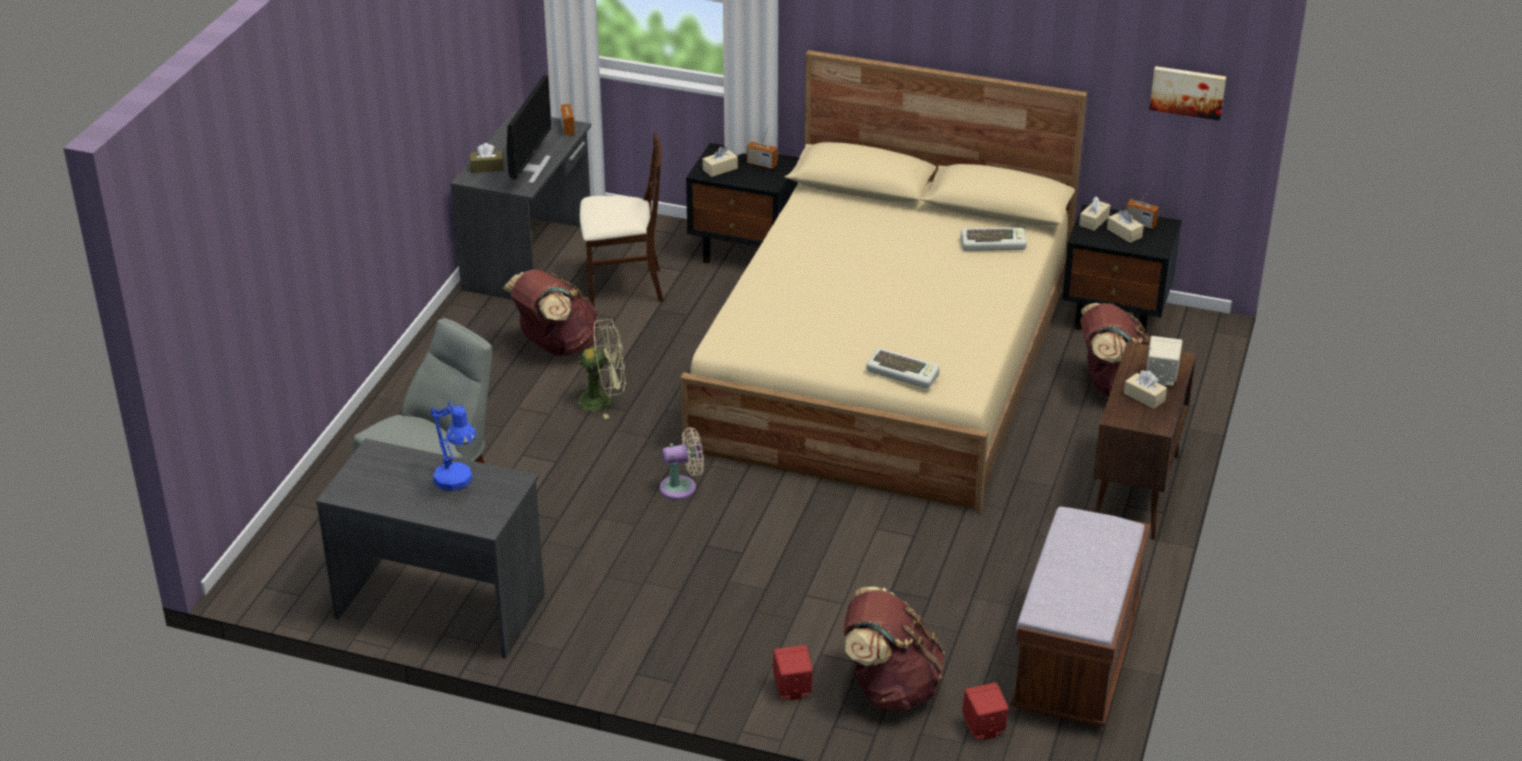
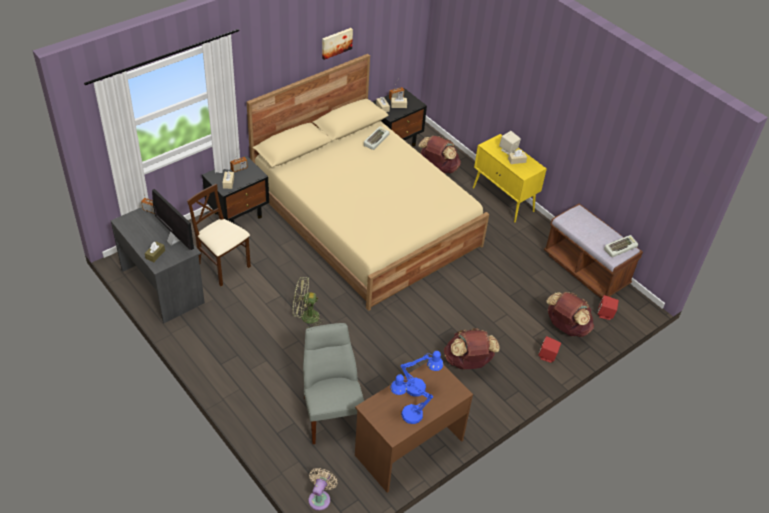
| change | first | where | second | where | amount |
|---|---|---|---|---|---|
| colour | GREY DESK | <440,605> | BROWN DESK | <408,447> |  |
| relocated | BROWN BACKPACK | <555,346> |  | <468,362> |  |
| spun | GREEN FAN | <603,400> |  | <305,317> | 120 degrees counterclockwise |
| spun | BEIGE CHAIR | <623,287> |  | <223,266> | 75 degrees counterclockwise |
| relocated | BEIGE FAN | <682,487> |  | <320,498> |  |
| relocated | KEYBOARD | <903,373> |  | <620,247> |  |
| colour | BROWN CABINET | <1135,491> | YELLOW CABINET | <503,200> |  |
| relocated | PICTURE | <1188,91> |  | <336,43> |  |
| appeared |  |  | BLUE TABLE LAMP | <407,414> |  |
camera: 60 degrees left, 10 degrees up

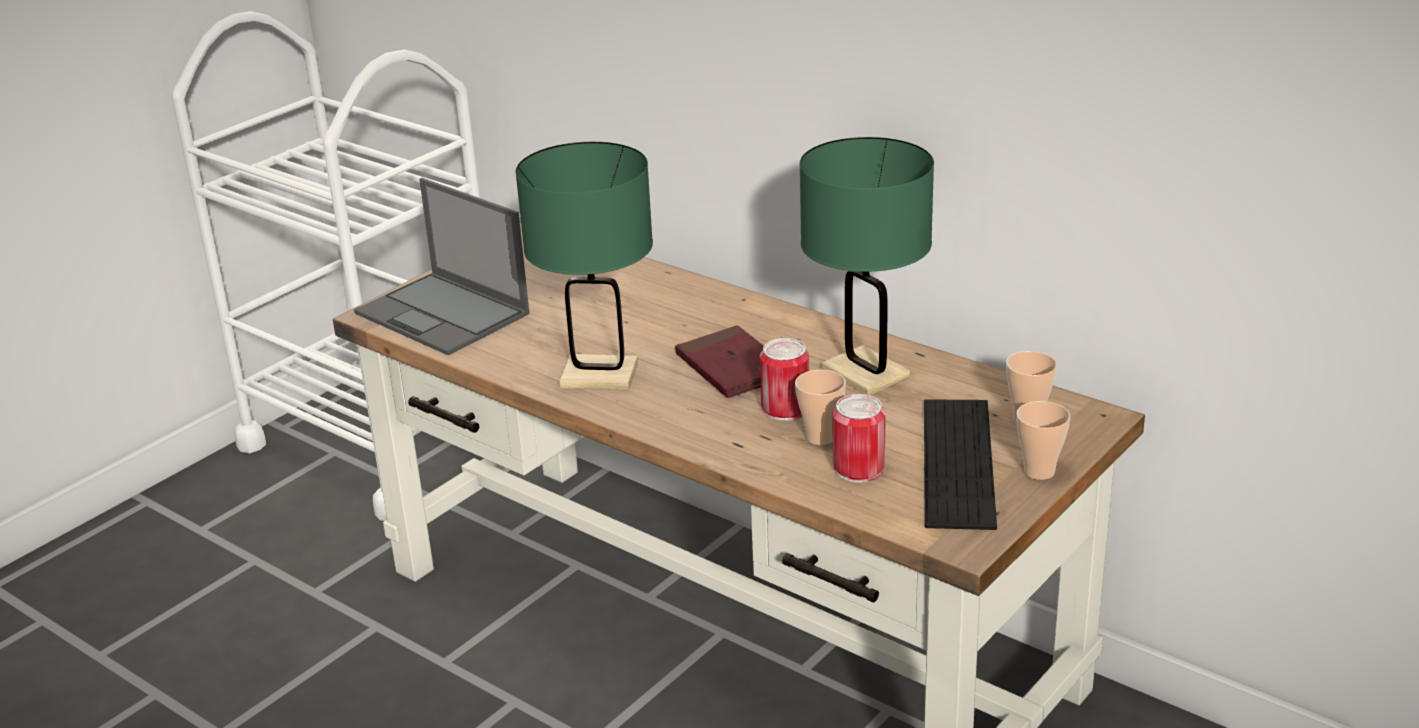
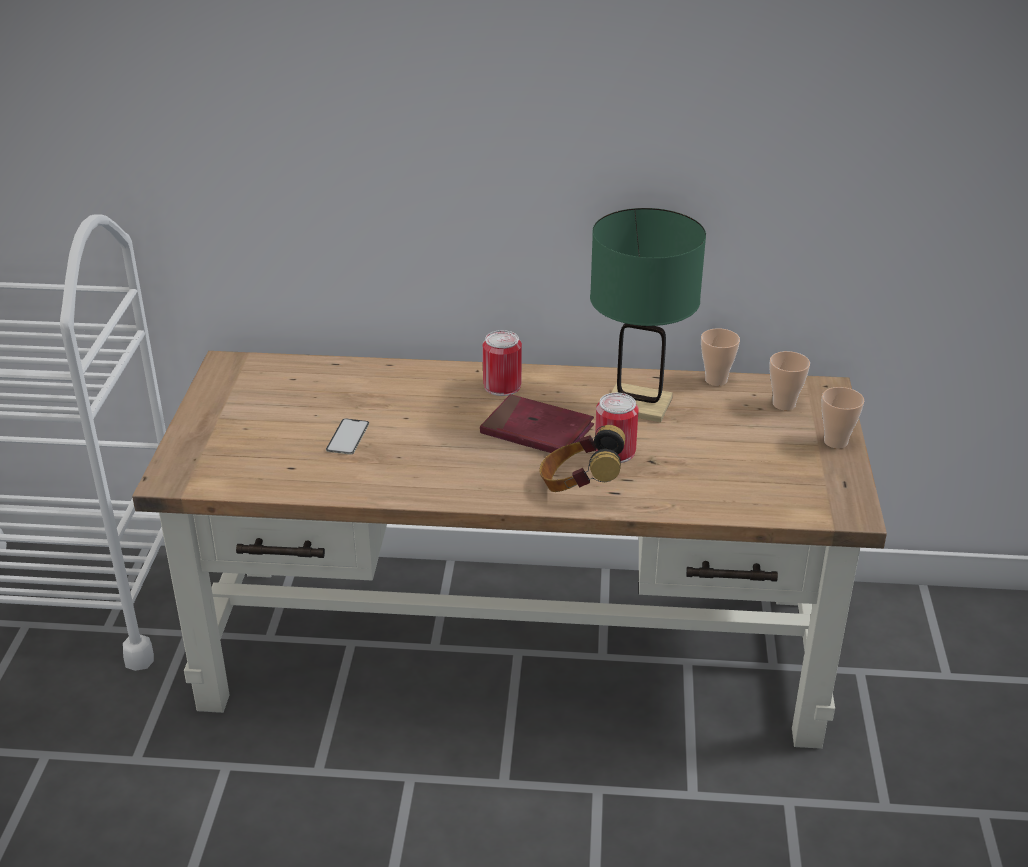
| change | first | where | second | where | amount |
|---|---|---|---|---|---|
| missing | LAPTOP | <444,314> |  |  |  |
| missing | GREEN TABLE LAMP | <599,375> |  |  |  |
| relocated | CUP | <820,437> |  | <716,380> |  |
| relocated | CAN | <858,468> |  | <502,386> |  |
| missing | KEYBOARD | <958,462> |  |  |  |
| appeared |  |  | PHONE | <348,437> |  |
| appeared |  |  | HEADPHONES | <580,486> |  |
camera: 35 degrees left, 5 degrees up

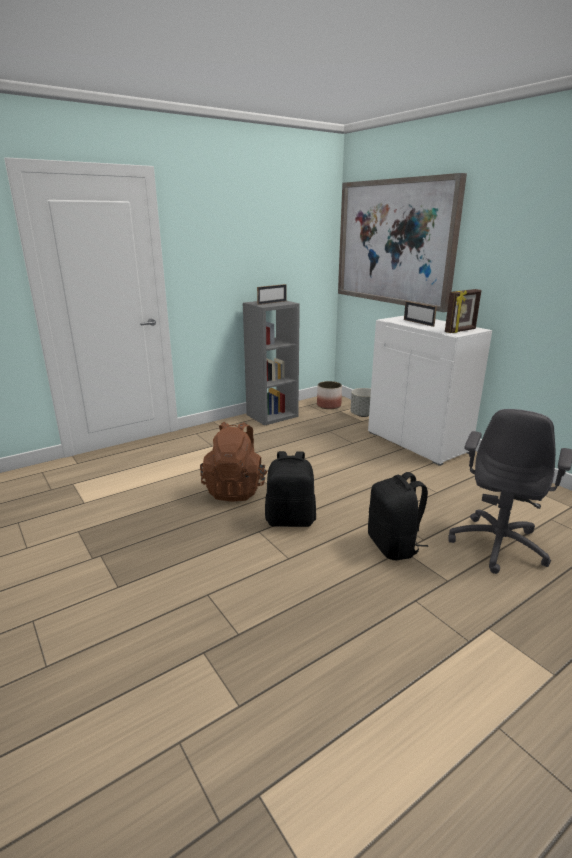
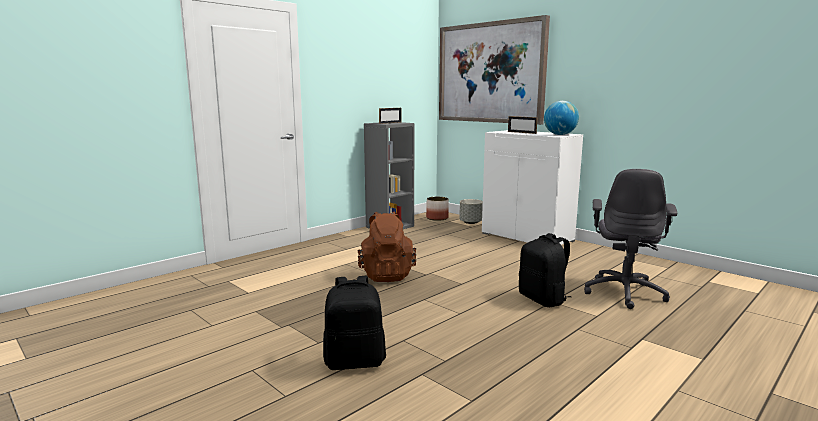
| change | first | where | second | where | amount |
|---|---|---|---|---|---|
| relocated | BLACK BACKPACK | <290,520> |  | <355,361> |  |
| exchanged | PICTURE FRAME | <460,331> | GLOBE | <560,135> |  |
camera: 10 degrees left, 10 degrees down

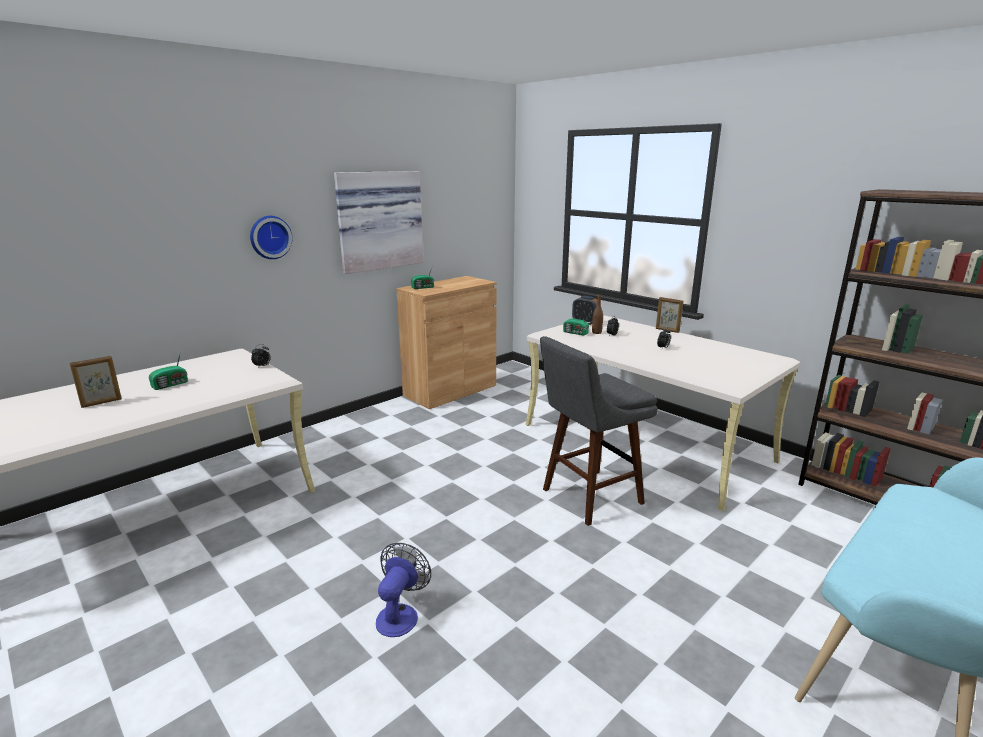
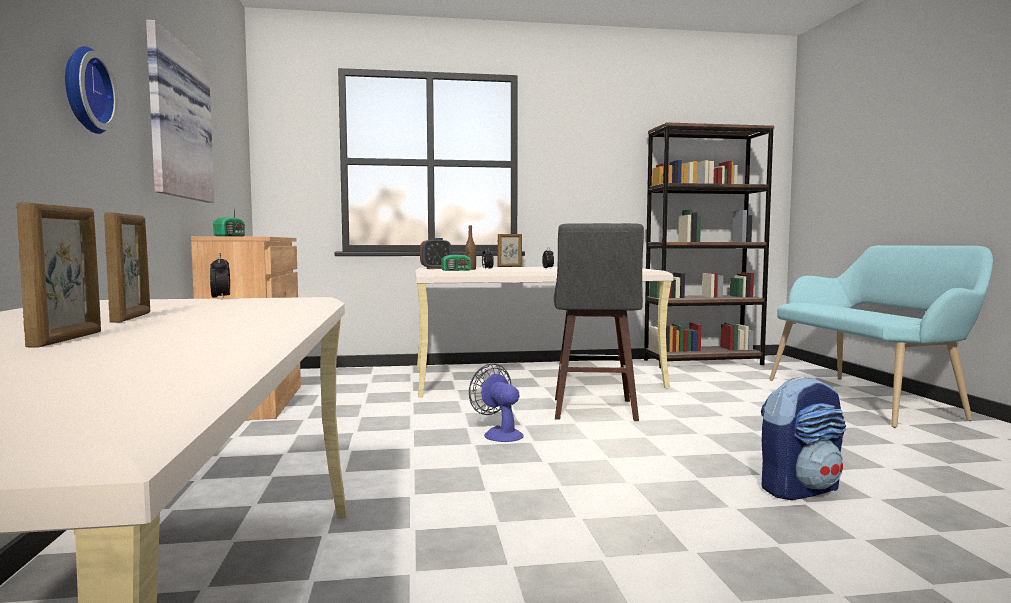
| change | first | where | second | where | amount |
|---|---|---|---|---|---|
| exchanged | RADIO | <171,384> | PICTURE FRAME | <132,317> |  |
| relocated | FAN | <400,614> |  | <499,434> |  |
| appeared |  |  | BACKPACK | <799,489> |  |
camera: 55 degrees left, 15 degrees down

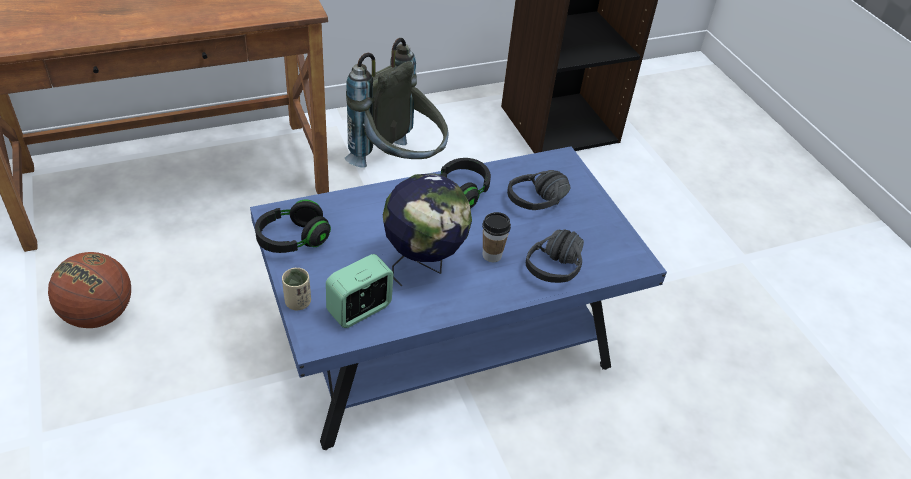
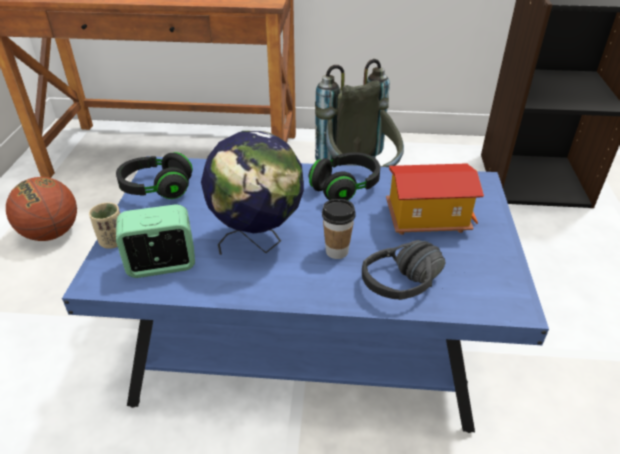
| change | first | where | second | where | amount |
|---|---|---|---|---|---|
| exchanged | BLACK HEADPHONES | <542,206> | TOY HOUSE | <427,219> |  |
camera: 30 degrees right, 5 degrees down

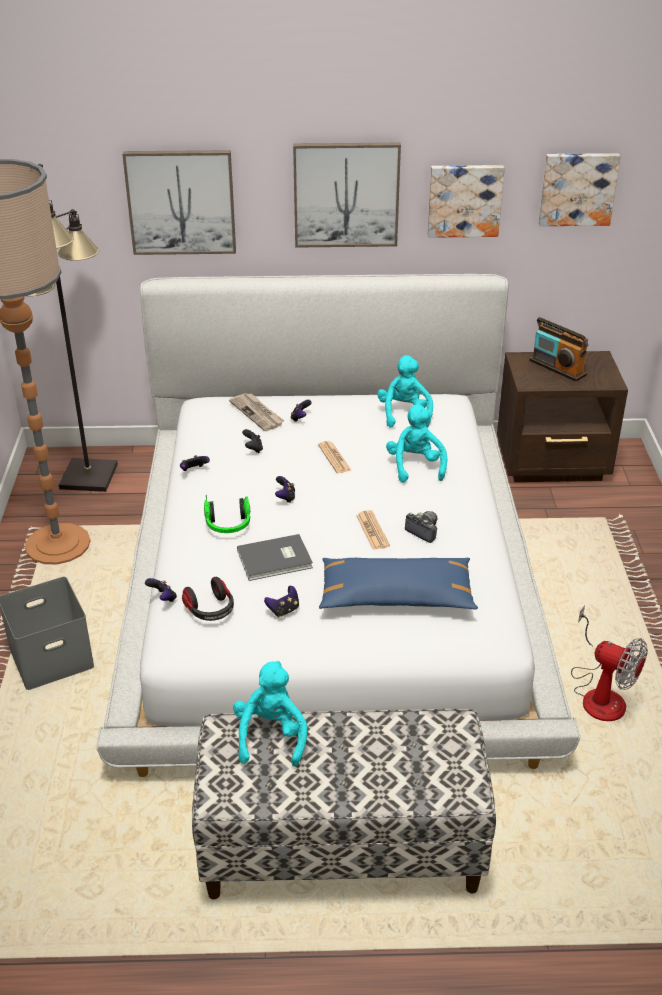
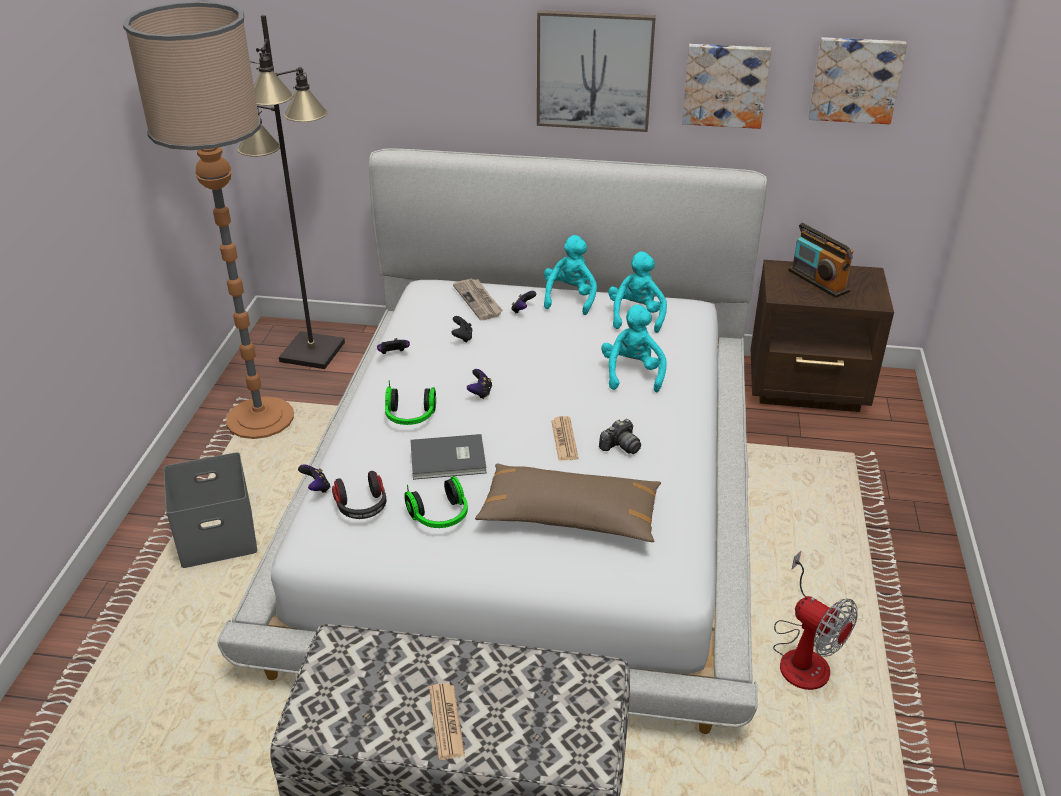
| change | first | where | second | where | amount |
|---|---|---|---|---|---|
| missing | PICTURE | <181,202> |  |  |  |
| relocated | TURQUOISE PLUSH TOY | <271,736> |  | <570,298> |  |
| exchanged | GAME CONTROLLER | <284,610> | HEADPHONES | <440,517> |  |
| relocated | NEWSPAPER | <334,458> |  | <446,721> |  |
| colour | BLUE PILLOW | <396,596> | BROWN PILLOW | <569,515> |  |
| spun | PHOTO CAMERA | <423,531> |  | <620,446> | 90 degrees clockwise |
camera: 10 degrees right, 0 degrees up

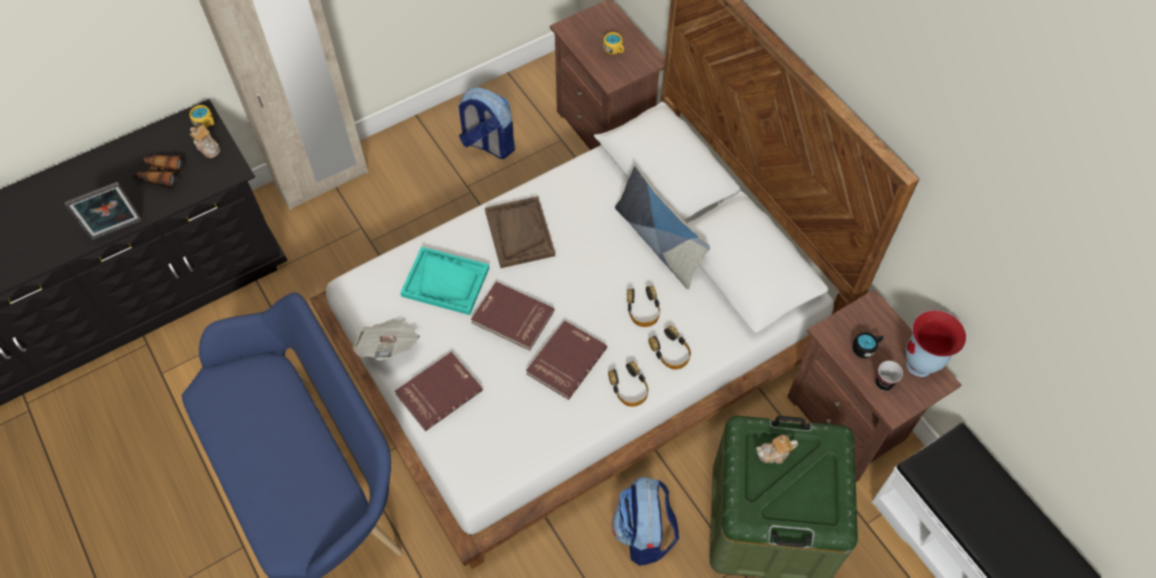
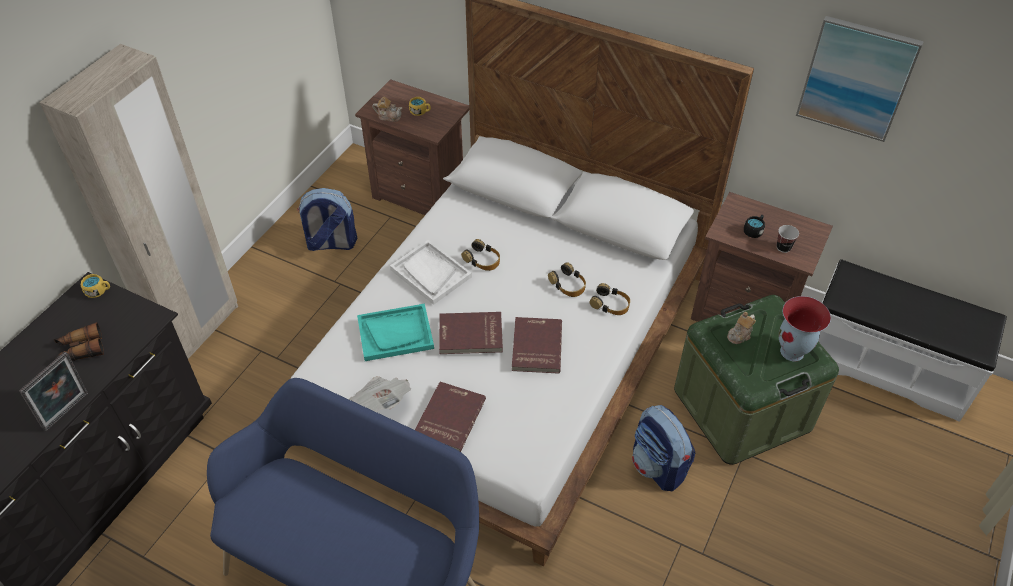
| change | first | where | second | where | amount |
|---|---|---|---|---|---|
| relocated | TEAPOT | <208,147> |  | <389,116> |  |
| colour | BROWN TRAY | <519,233> | WHITE TRAY | <430,273> |  |
| relocated | HEADPHONES | <629,388> |  | <482,260> |  |
| missing | PILLOW | <658,242> |  |  |  |
| relocated | VASE | <920,365> |  | <793,352> |  |
| appeared |  |  | PICTURE | <856,78> |  |
camera: 30 degrees left, 10 degrees down

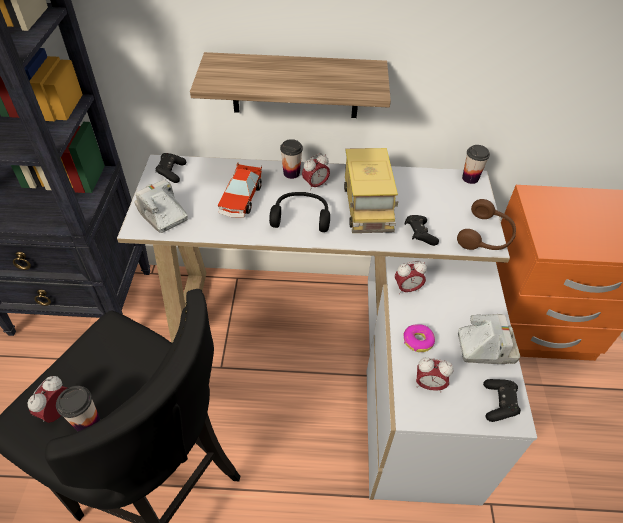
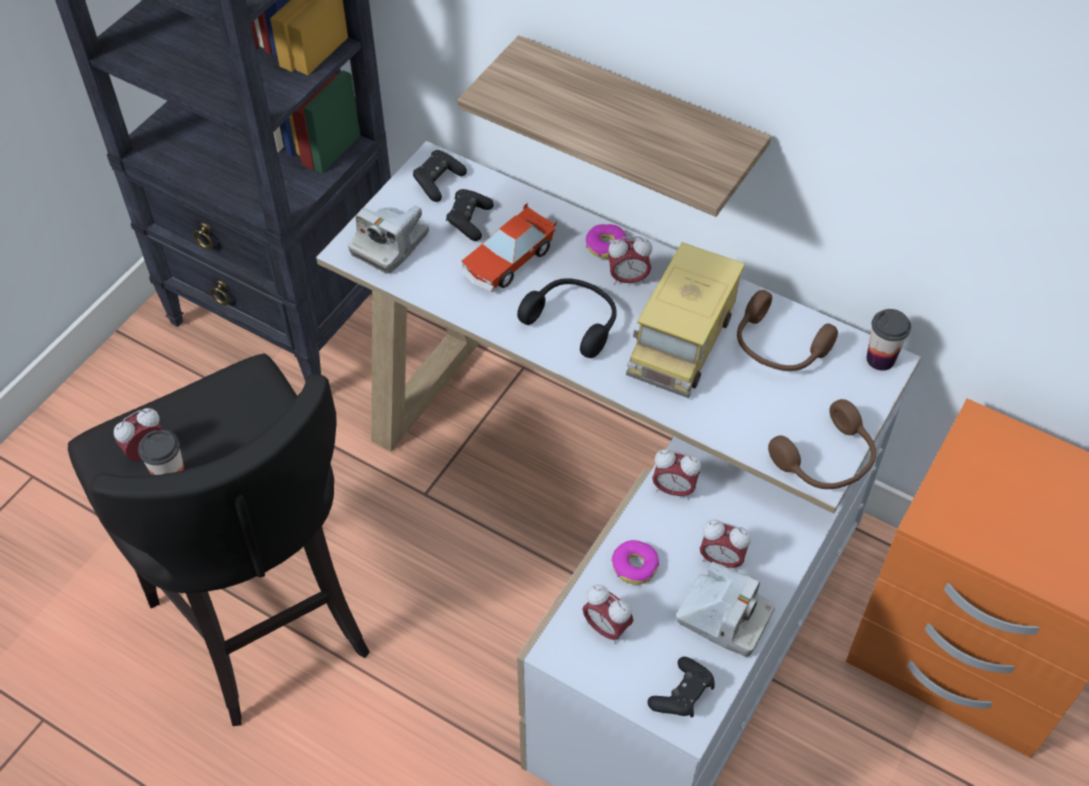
| change | first | where | second | where | amount |
|---|---|---|---|---|---|
| spun | PHOTO CAMERA | <162,214> |  | <390,244> | 135 degrees counterclockwise |
| exchanged | CUP | <291,173> | DONUT | <606,246> |  |
| relocated | BLACK GAME CONTROLLER | <419,235> |  | <469,221> |  |
| appeared |  |  | ALARM CLOCK | <721,560> |  |
| appeared |  |  | BROWN HEADPHONES | <777,347> |  |
camera: 30 degrees right, 5 degrees up

